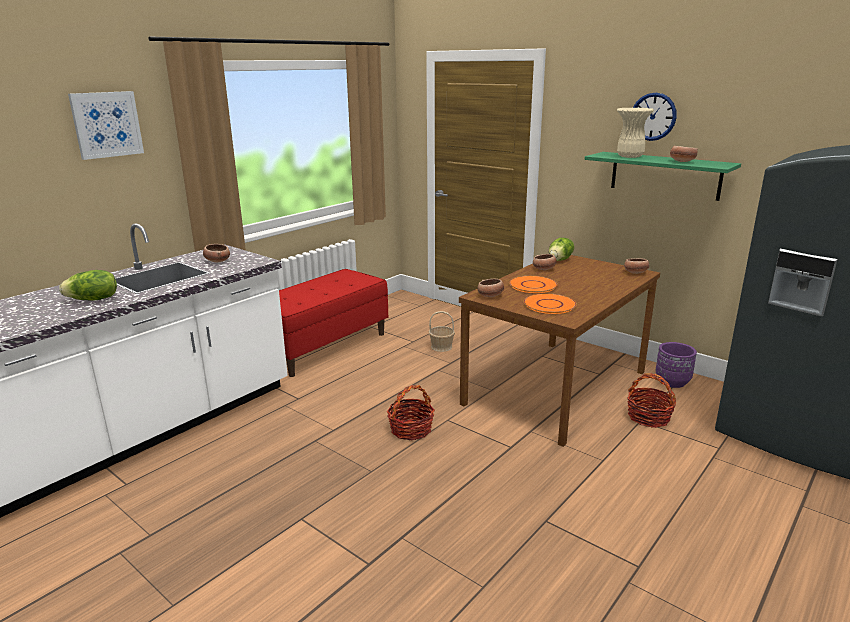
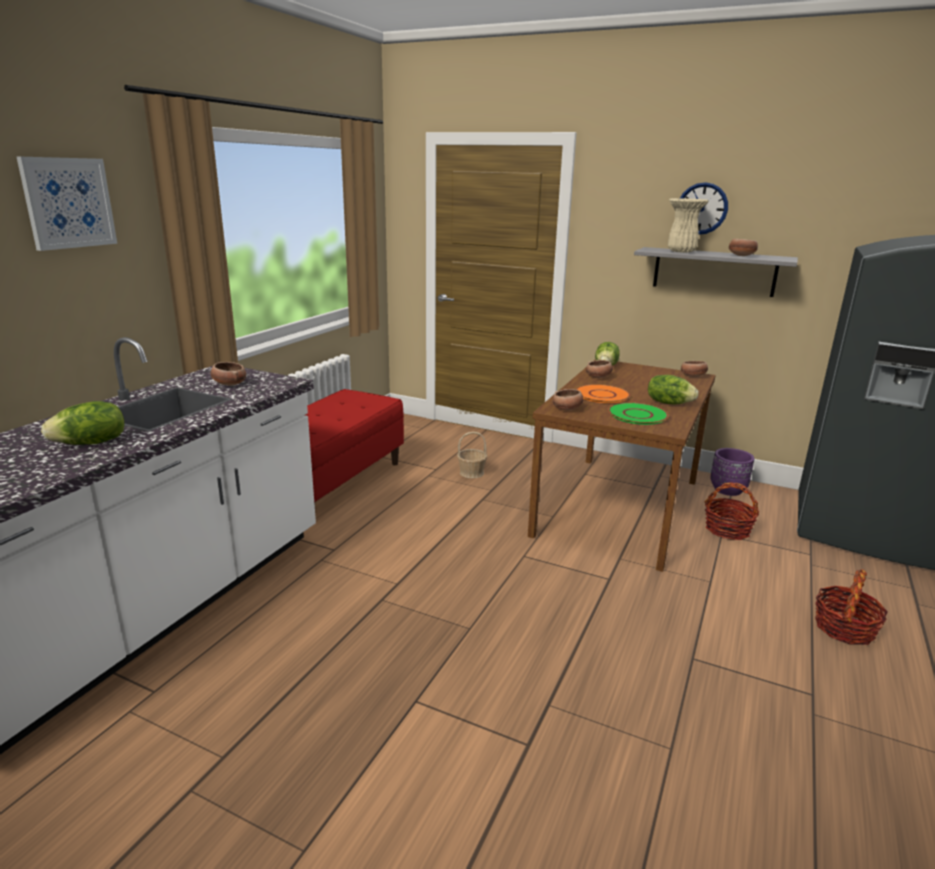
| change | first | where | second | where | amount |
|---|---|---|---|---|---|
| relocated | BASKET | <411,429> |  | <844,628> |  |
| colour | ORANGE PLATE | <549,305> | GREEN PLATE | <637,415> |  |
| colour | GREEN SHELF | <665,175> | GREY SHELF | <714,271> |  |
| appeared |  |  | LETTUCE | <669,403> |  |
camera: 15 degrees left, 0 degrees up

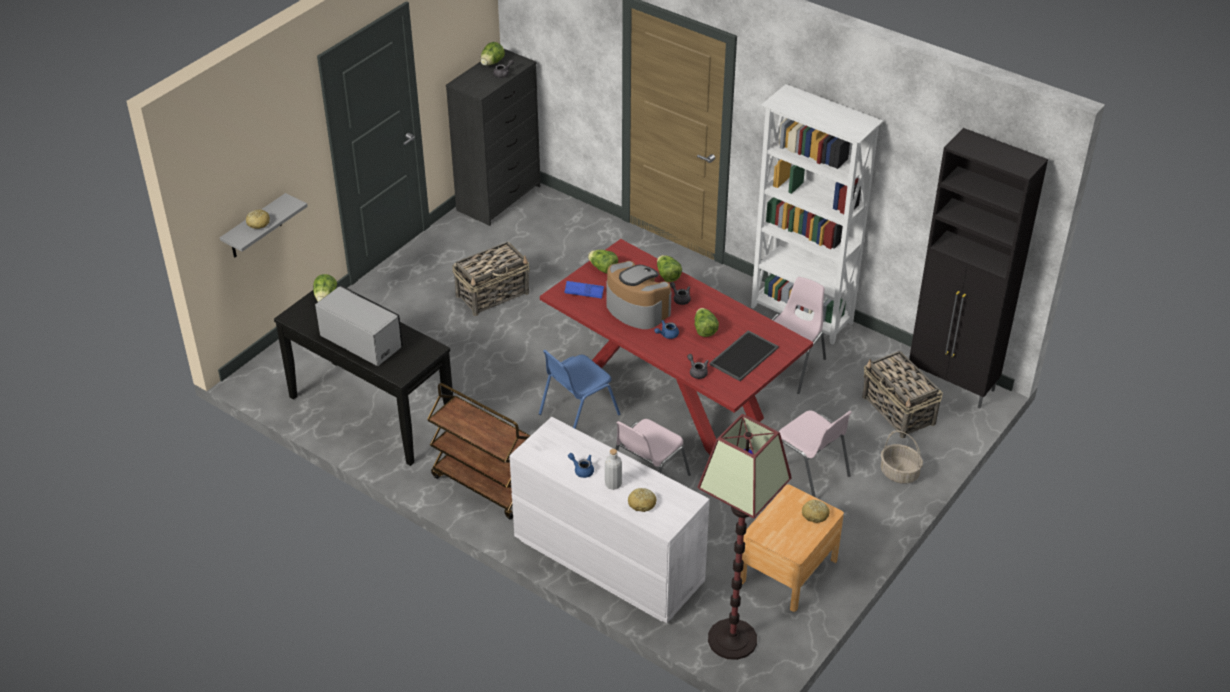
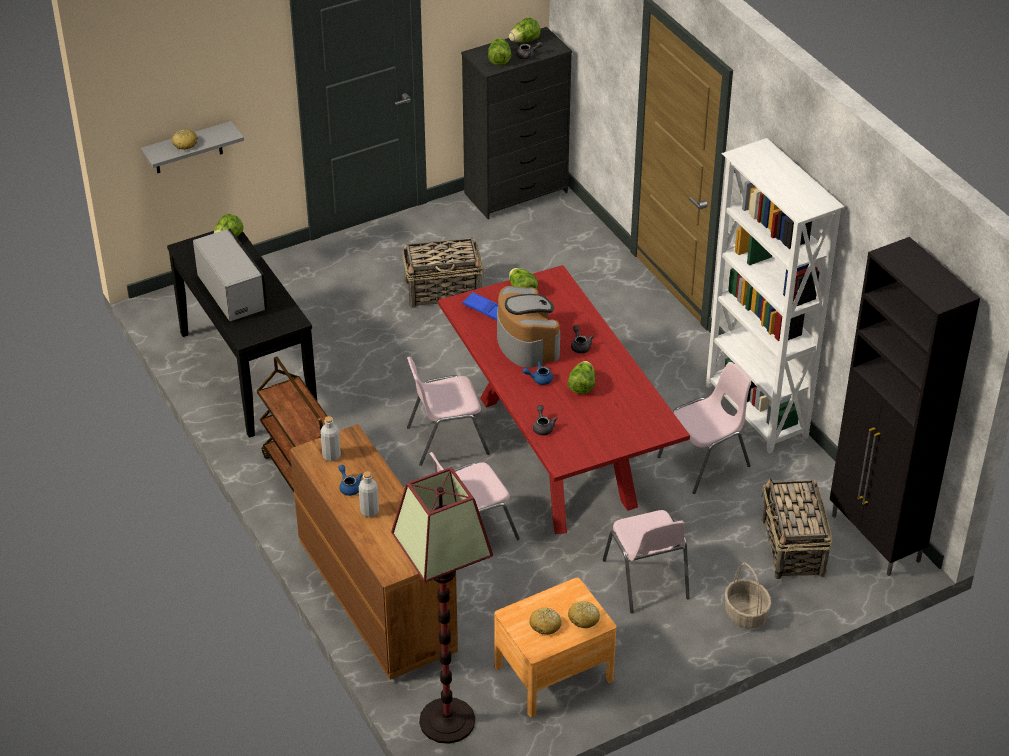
| change | first | where | second | where | amount |
|---|---|---|---|---|---|
| colour | WHITE DRESSER | <607,560> | BROWN DRESSER | <376,597> |  |
| colour | BLUE CHAIR | <577,414> | PINK CHAIR | <446,440> |  |
| relocated | BREAD | <642,503> |  | <545,625> |  |
| relocated | LETTUCE | <667,276> |  | <499,60> |  |
| missing | TRAY | <743,355> |  |  |  |
| appeared |  |  | GREY BOTTLE | <331,456> |  |
camera: 25 degrees right, 0 degrees up

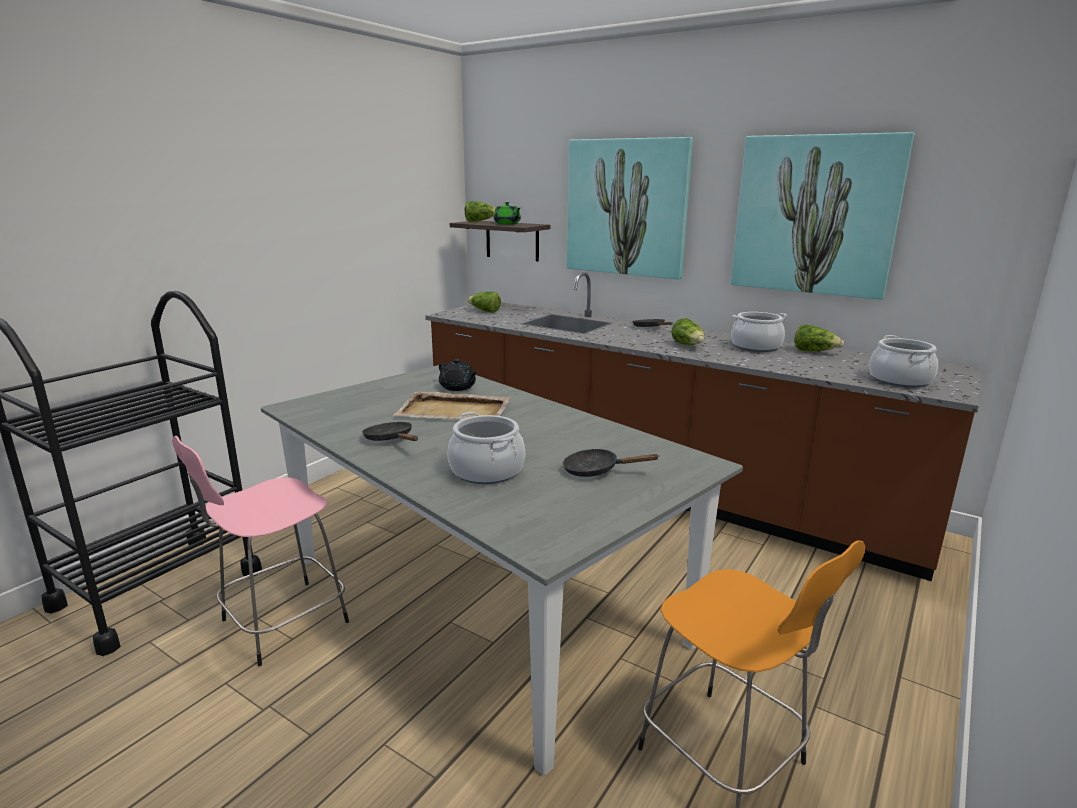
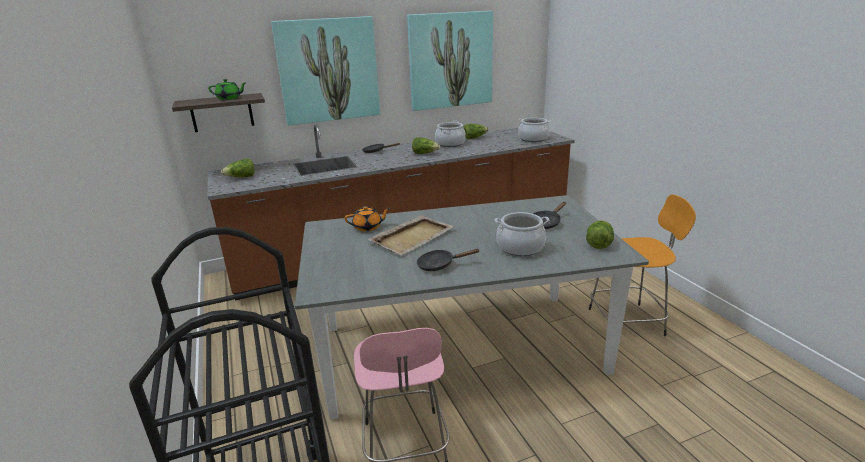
| change | first | where | second | where | amount |
|---|---|---|---|---|---|
| colour | BLACK TEAPOT | <458,387> | ORANGE TEAPOT | <368,227> |  |
| relocated | LETTUCE | <480,221> |  | <598,243> |  |
camera: 55 degrees left, 5 degrees up

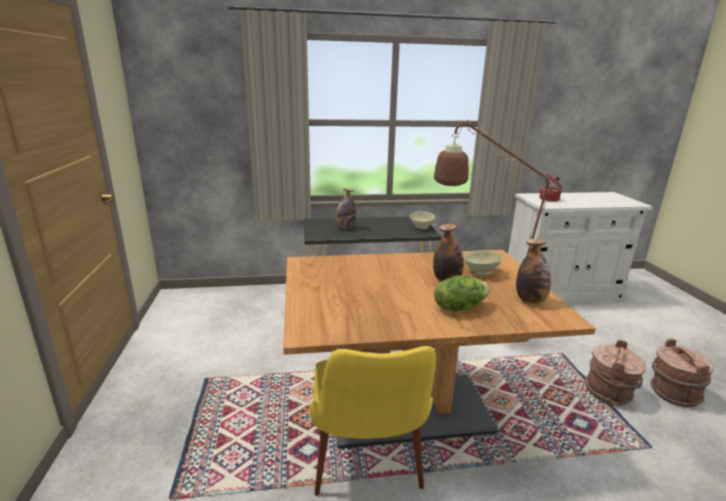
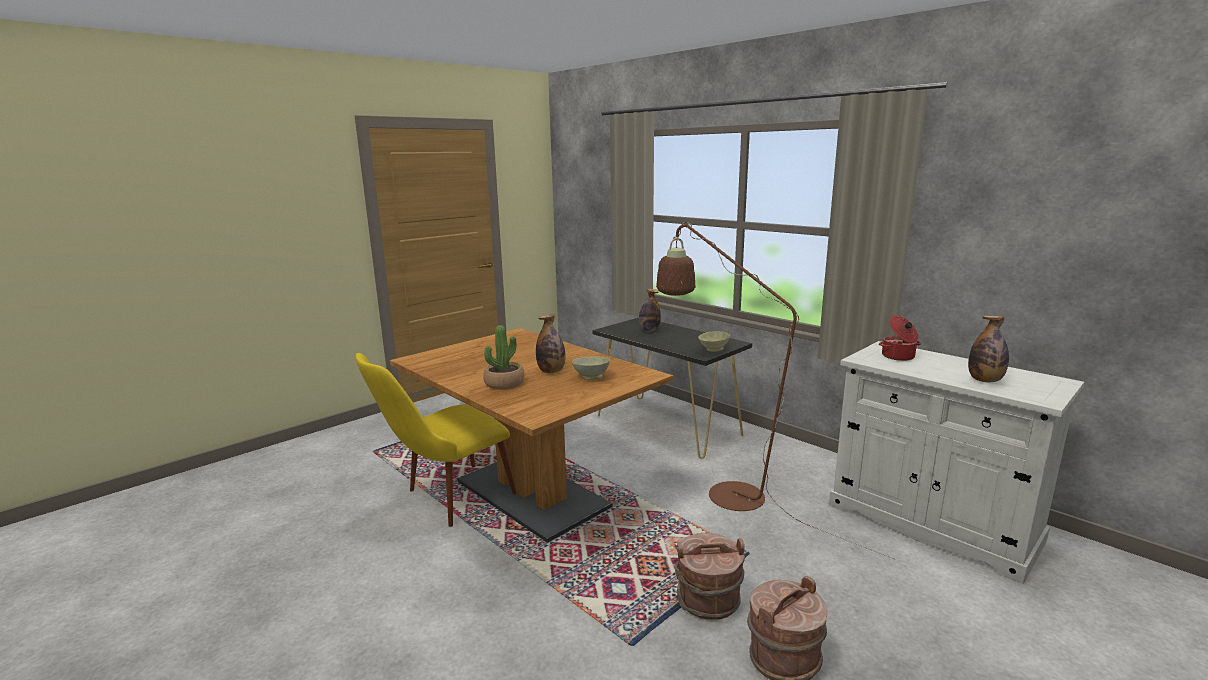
| change | first | where | second | where | amount |
|---|---|---|---|---|---|
| exchanged | LETTUCE | <459,307> | POTTED PLANT | <504,383> |  |
| relocated | BOTTLE | <530,300> |  | <985,380> |  |
camera: 55 degrees right, 5 degrees down

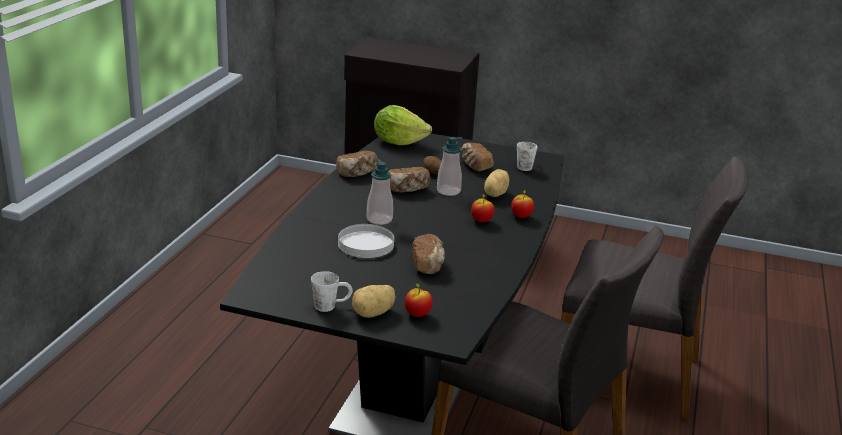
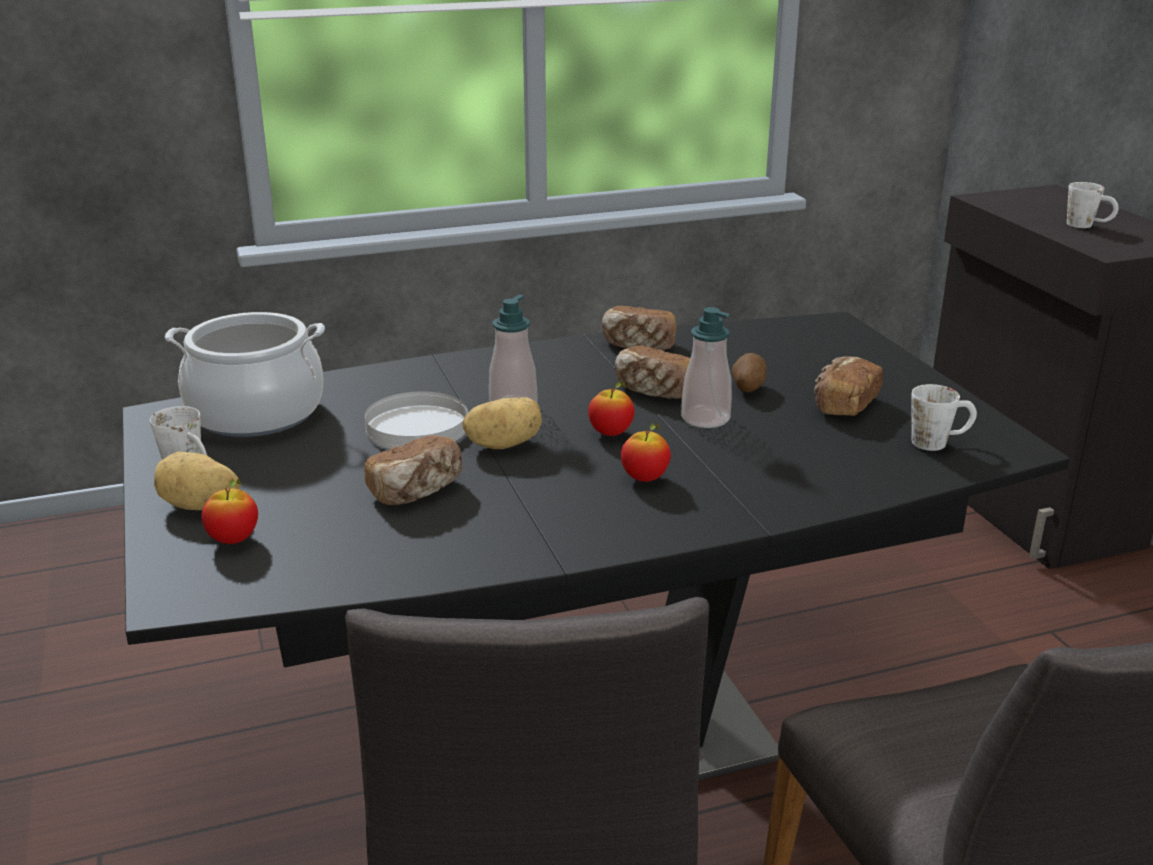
| change | first | where | second | where | amount |
|---|---|---|---|---|---|
| missing | LETTUCE | <398,142> |  |  |  |
| relocated | POTATO | <494,194> |  | <503,444> |  |
| relocated | APPLE | <521,216> |  | <611,433> |  |
| appeared |  |  | COOKING POT | <256,413> |  |
| appeared |  |  | WHITE MUG | <1088,226> |  |
camera: 55 degrees right, 0 degrees up

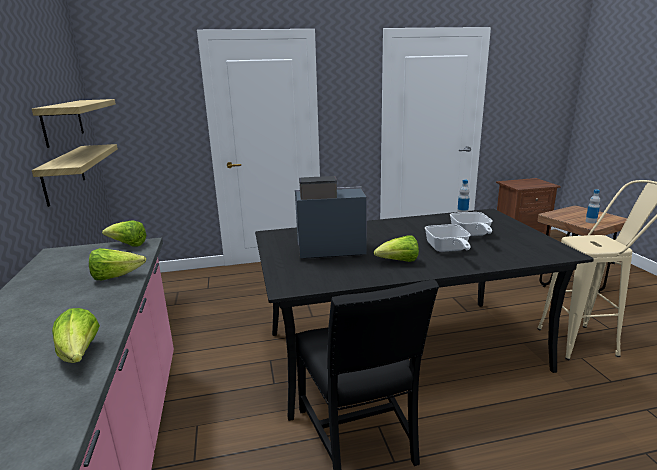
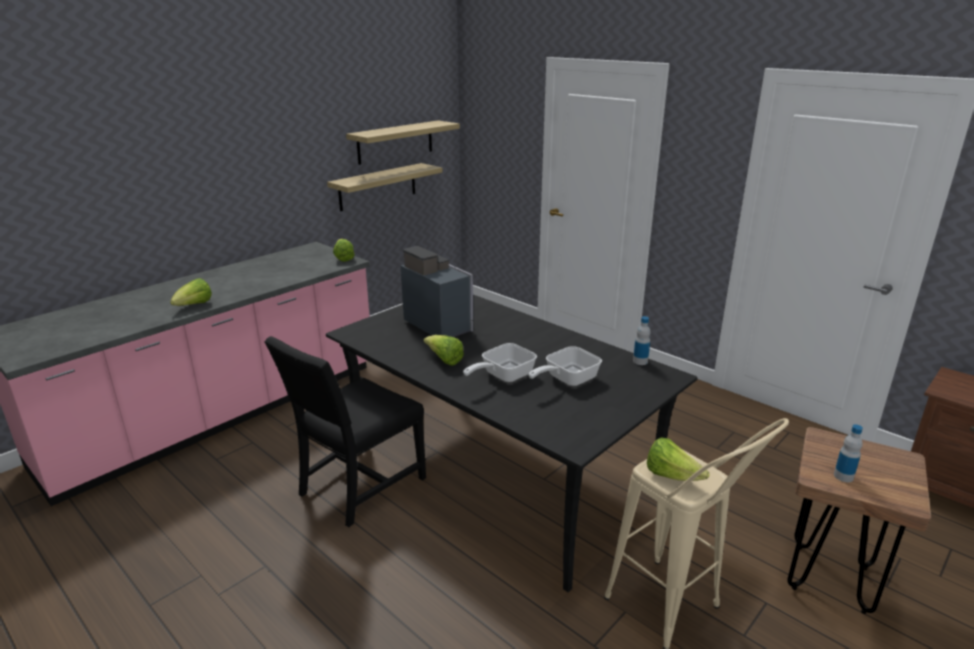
| change | first | where | second | where | amount |
|---|---|---|---|---|---|
| relocated | LETTUCE | <116,277> |  | <671,476> |  |
camera: 55 degrees right, 5 degrees up

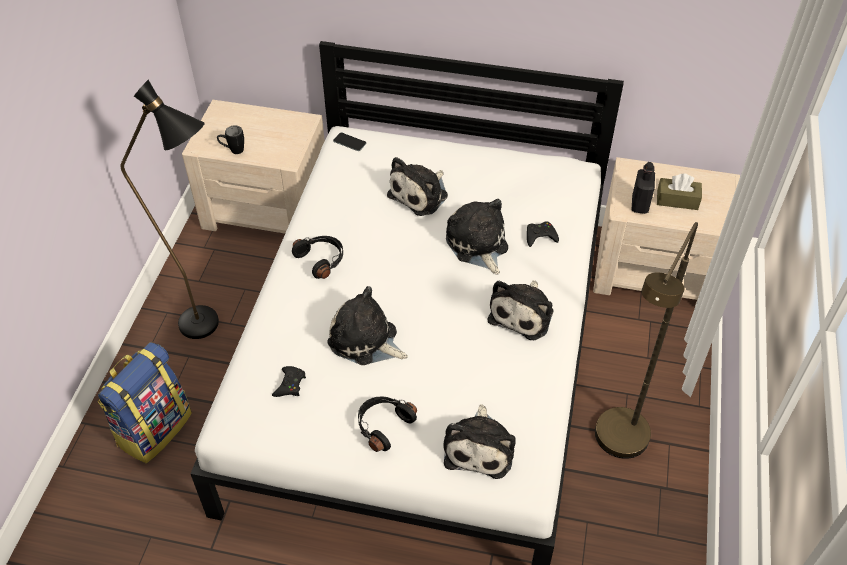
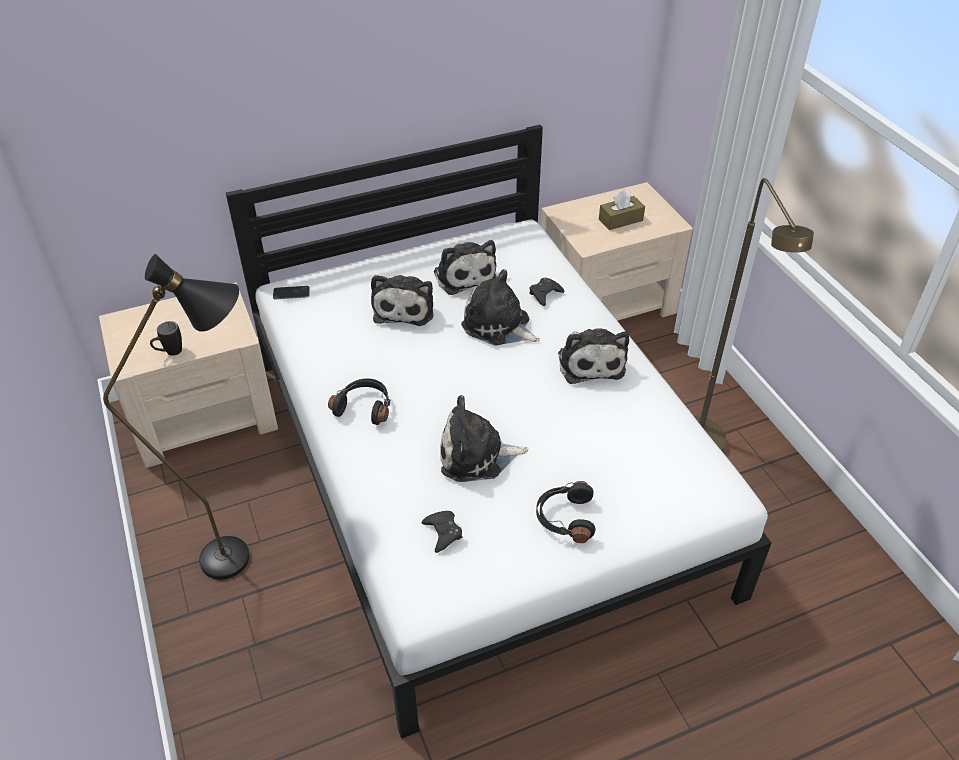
| change | first | where | second | where | amount |
|---|---|---|---|---|---|
| missing | BACKPACK | <154,428> |  |  |  |
| relocated | PLUSH TOY | <480,447> |  | <463,275> |  |
| missing | BLACK BOTTLE | <639,205> |  |  |  |
camera: 35 degrees left, 5 degrees down

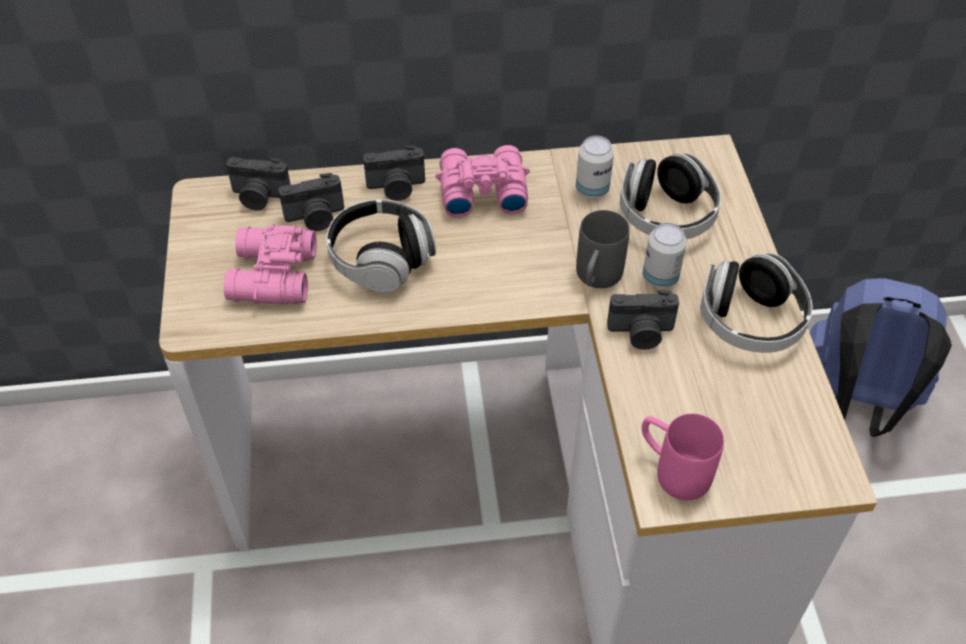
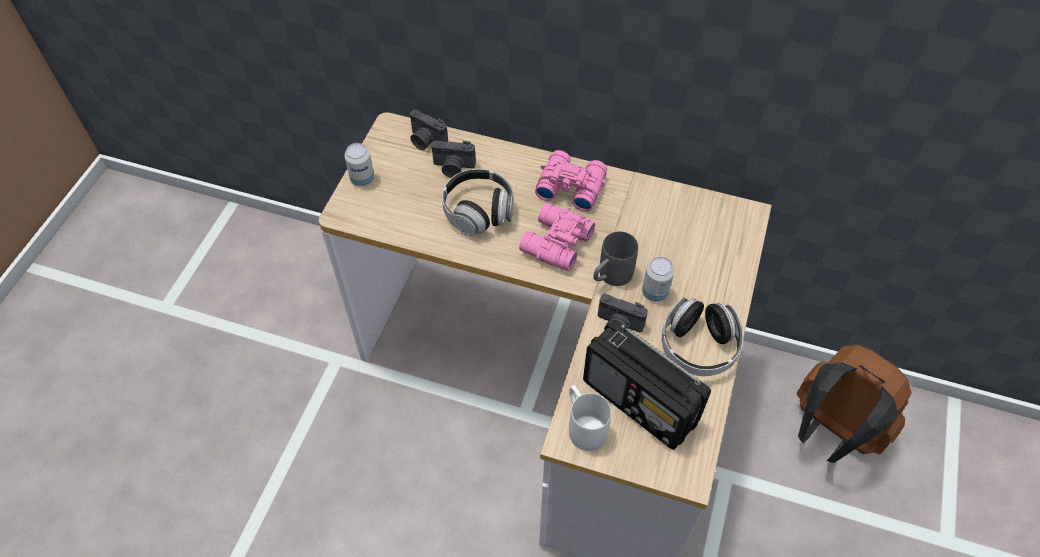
| change | first | where | second | where | amount |
|---|---|---|---|---|---|
| relocated | PINK BINOCULARS | <270,277> |  | <554,243> |  |
| missing | PHOTO CAMERA | <396,188> |  |  |  |
| relocated | CAN | <592,190> |  | <362,179> |  |
| missing | HEADPHONES | <666,216> |  |  |  |
| colour | PINK MUG | <672,470> | WHITE MUG | <583,425> |  |
| colour | BLUE BACKPACK | <854,404> | BROWN BACKPACK | <830,432> |  |
| appeared |  |  | RADIO | <640,402> |  |
camera: 25 degrees right, 5 degrees up

